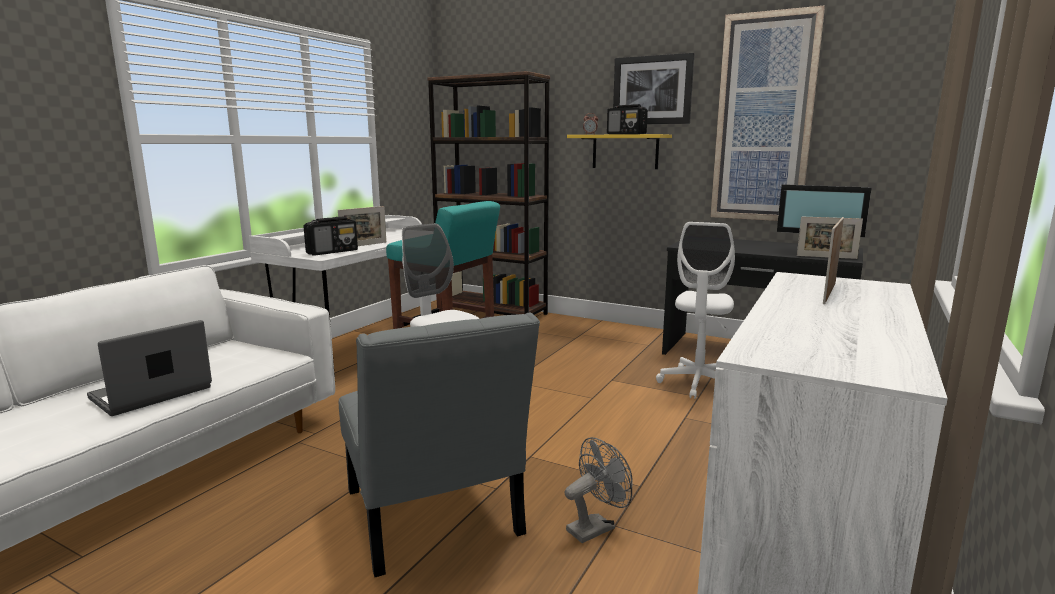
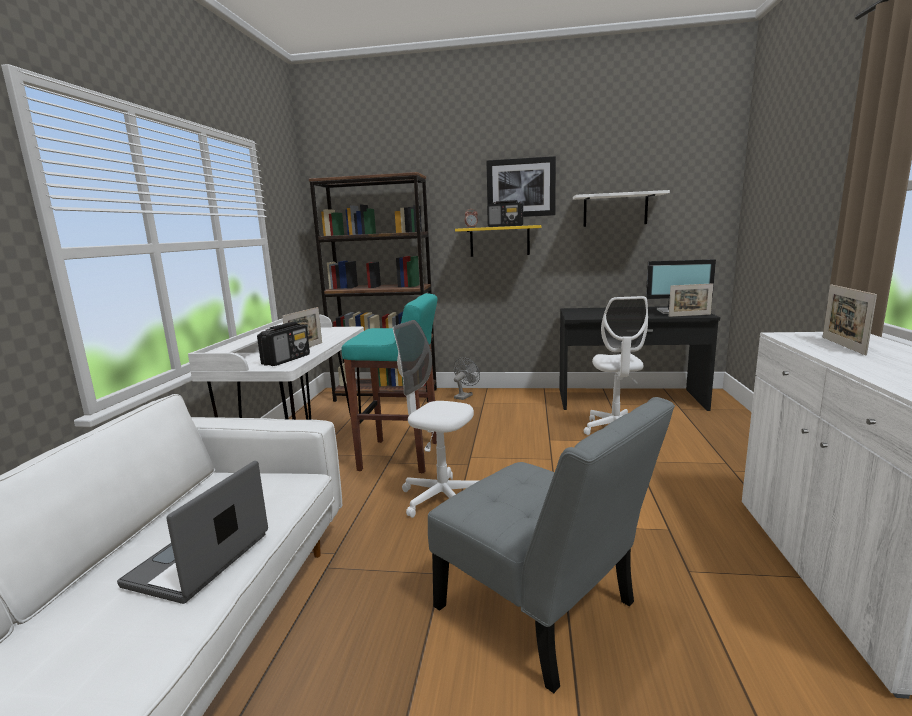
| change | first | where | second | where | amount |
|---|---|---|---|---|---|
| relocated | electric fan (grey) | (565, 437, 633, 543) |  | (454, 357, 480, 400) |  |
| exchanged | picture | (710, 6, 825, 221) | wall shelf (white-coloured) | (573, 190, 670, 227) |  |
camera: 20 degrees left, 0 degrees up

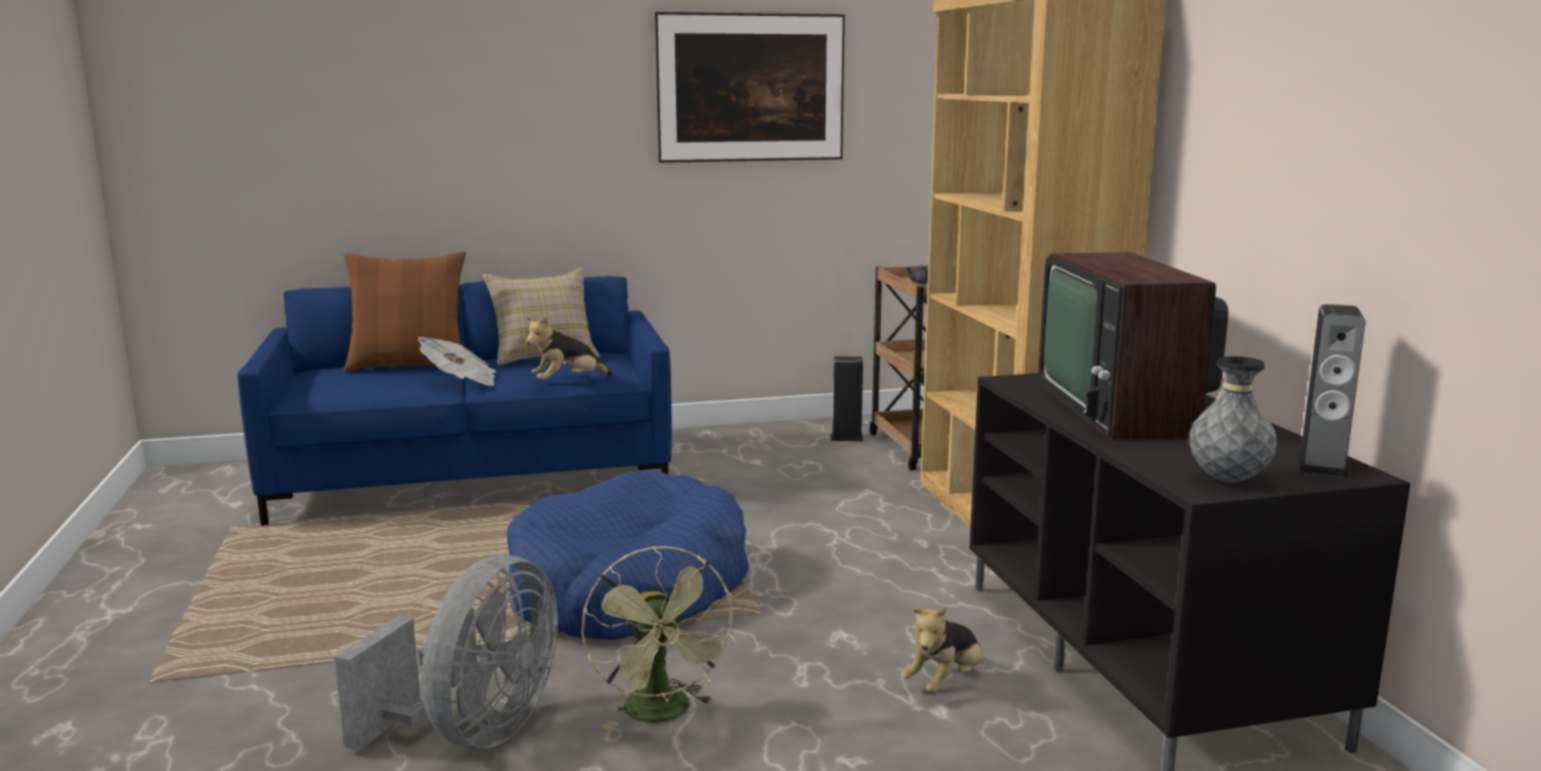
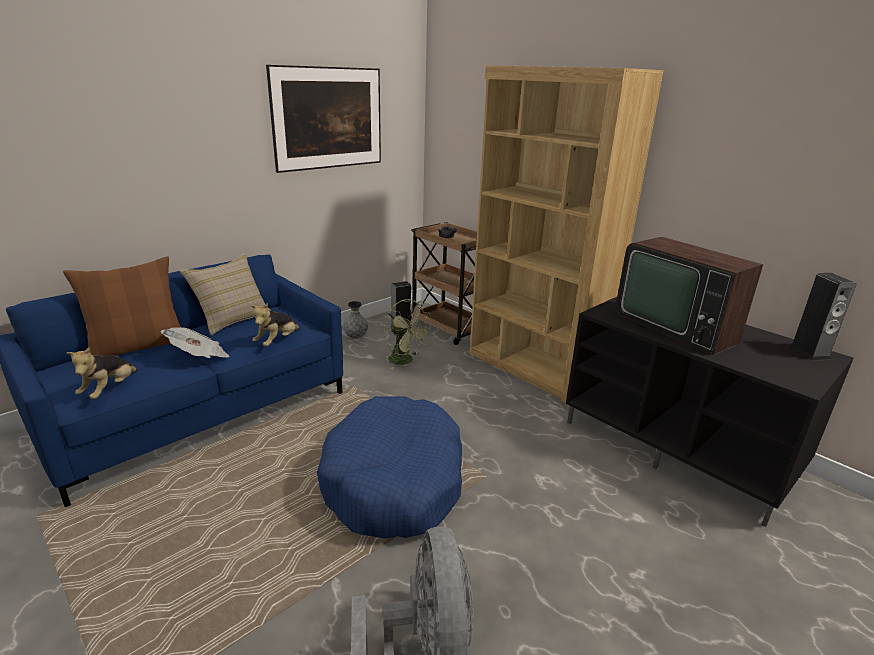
| change | first | where | second | where | amount |
|---|---|---|---|---|---|
| relocated | electric fan (green) | (581, 546, 735, 729) |  | (384, 299, 432, 370) |  |
| relocated | soft toy | (901, 607, 983, 694) |  | (67, 348, 138, 399) |  |
| relocated | flower vase (grey) | (1190, 356, 1277, 482) |  | (343, 301, 368, 339) |  |
camera: 30 degrees left, 10 degrees up

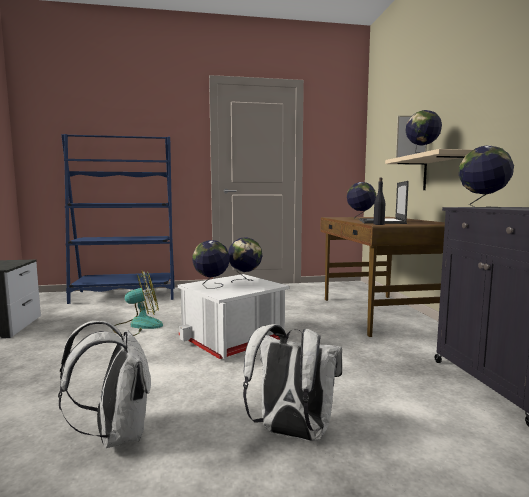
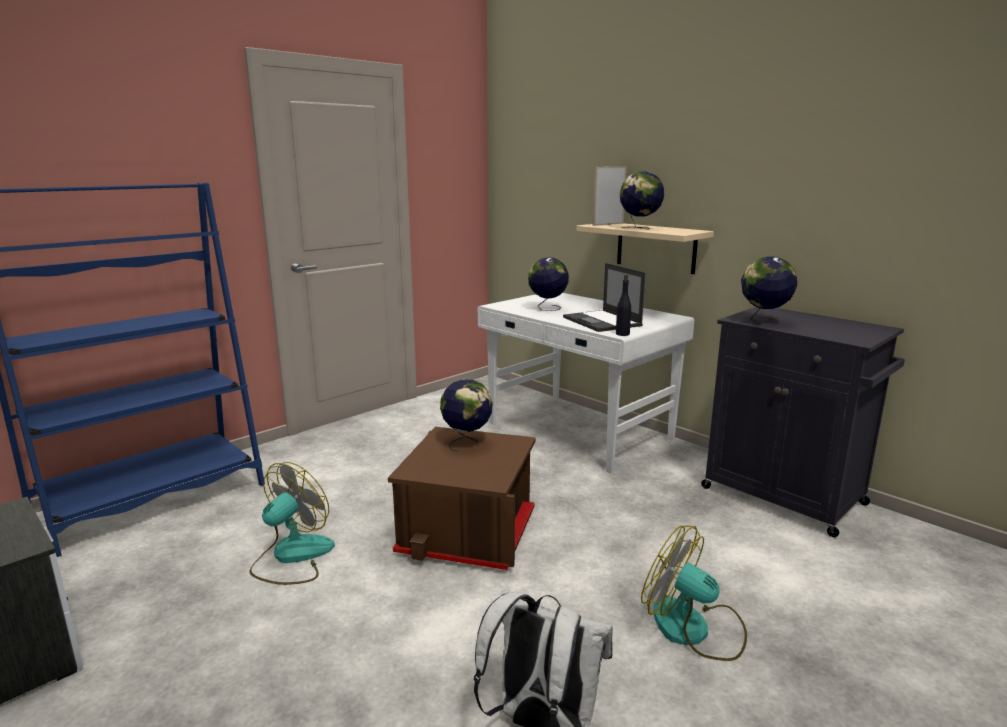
| change | first | where | second | where | amount |
|---|---|---|---|---|---|
| colour | storage bin (white-coloured) | (178, 274, 290, 359) | storage bin (brown-coloured) | (388, 427, 536, 570) |  |
| missing | globe | (192, 240, 230, 289) |  |  |  |
| exchanged | rucksack (white-coloured) | (243, 324, 342, 441) | electric fan | (641, 526, 747, 661) |  |
| colour | desk unit (brown-coloured) | (320, 217, 445, 337) | desk unit (white-coloured) | (478, 293, 694, 473) |  |
camera: 35 degrees left, 10 degrees up

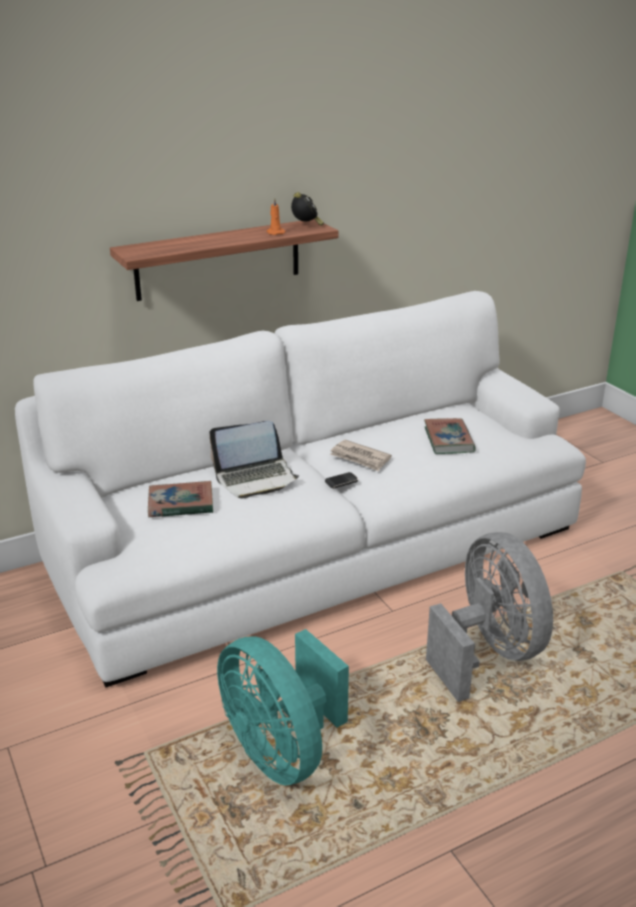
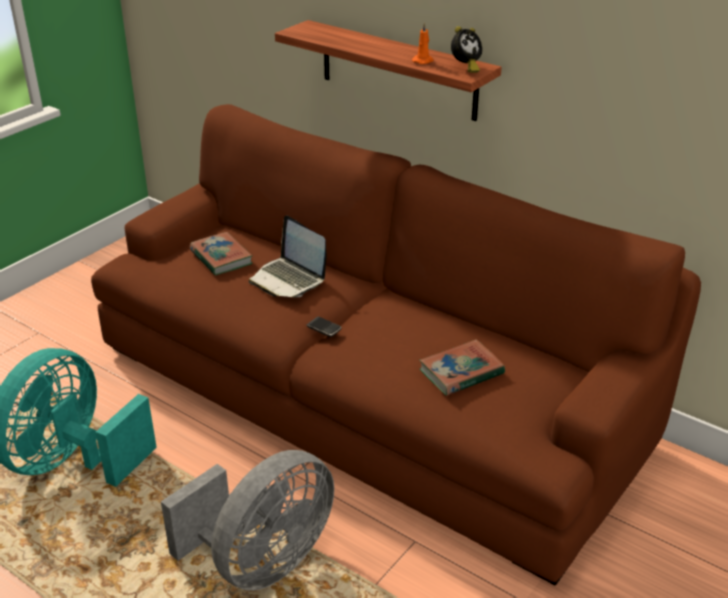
| change | first | where | second | where | amount |
|---|---|---|---|---|---|
| colour | couch (white-coloured) | (15, 291, 586, 687) | couch (brown-coloured) | (91, 104, 701, 586) |  |
| missing | printed paper | (330, 440, 392, 471) |  |  |  |
camera: 65 degrees right, 5 degrees up

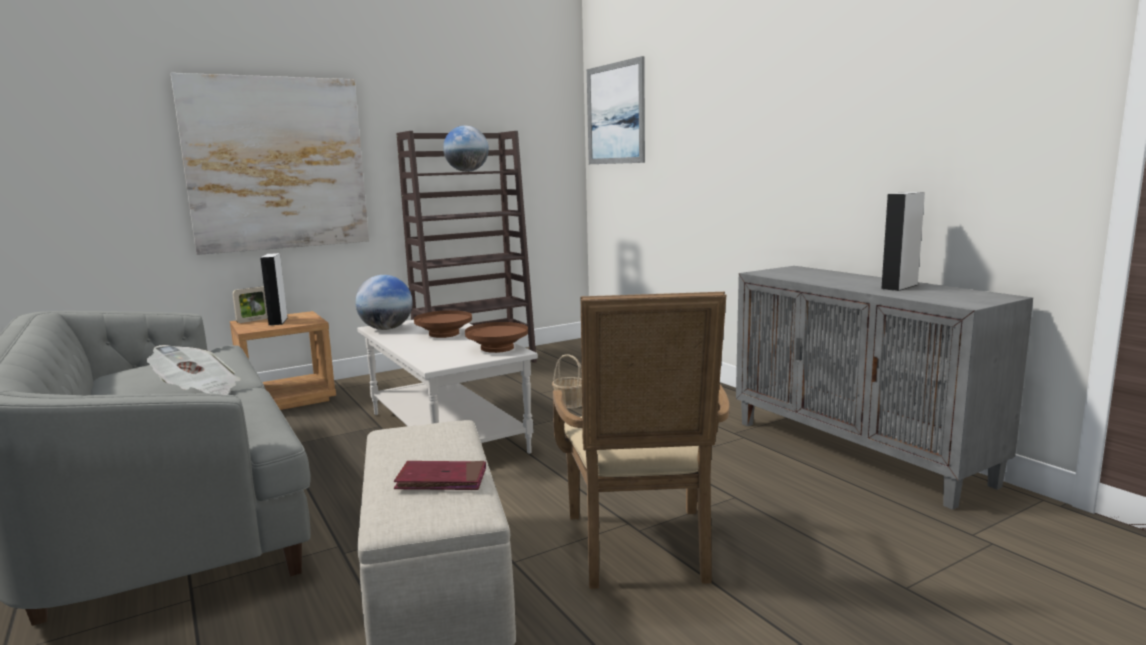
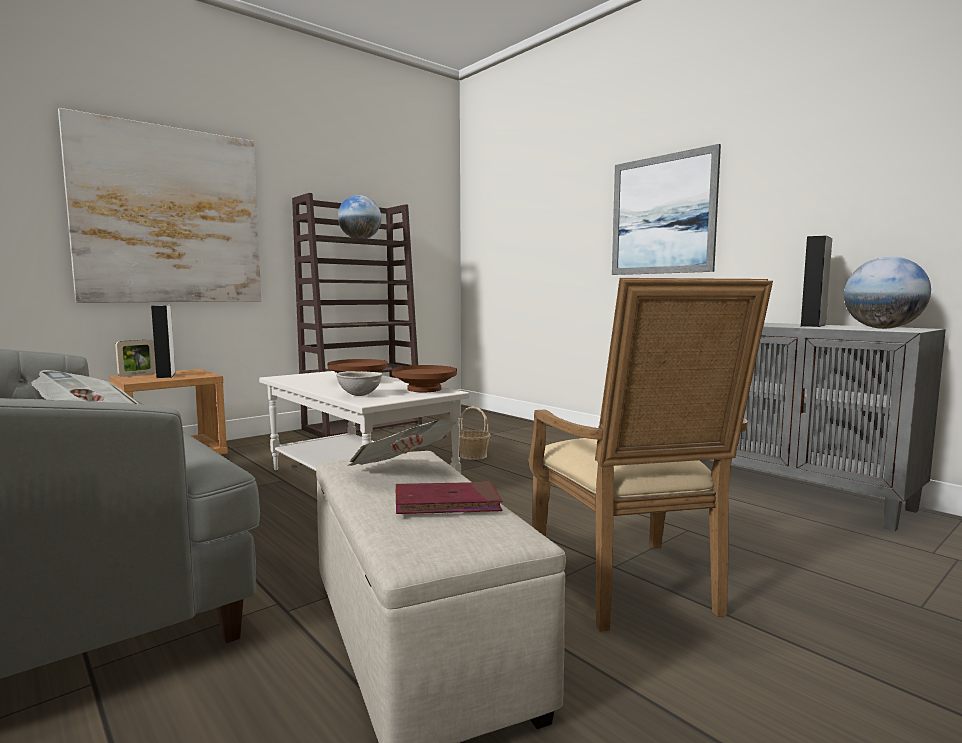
| change | first | where | second | where | amount |
|---|---|---|---|---|---|
| relocated | globe | (355, 275, 413, 330) |  | (844, 256, 931, 329) |  |
| relocated | picture | (587, 56, 645, 164) |  | (612, 144, 721, 275) |  |
| appeared |  |  | deep dish (grey) | (336, 371, 383, 396) |  |
| appeared |  |  | printed paper | (348, 420, 456, 466) |  |
camera: 10 degrees left, 5 degrees down

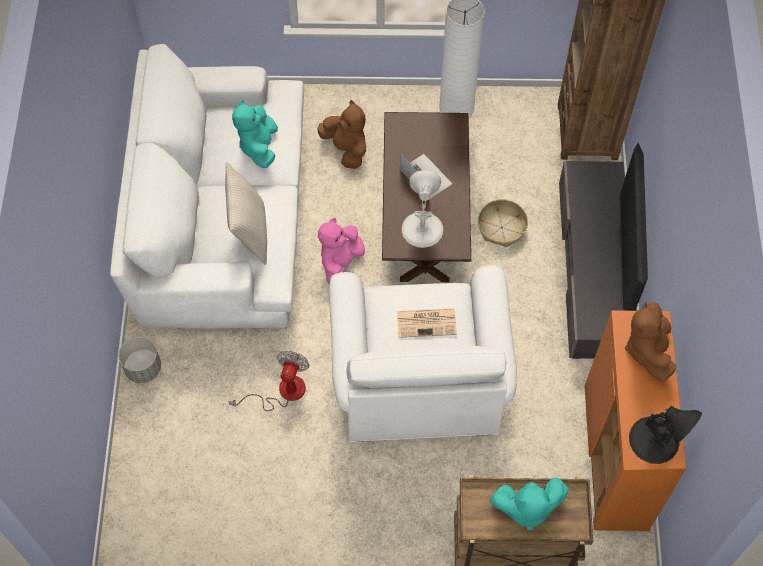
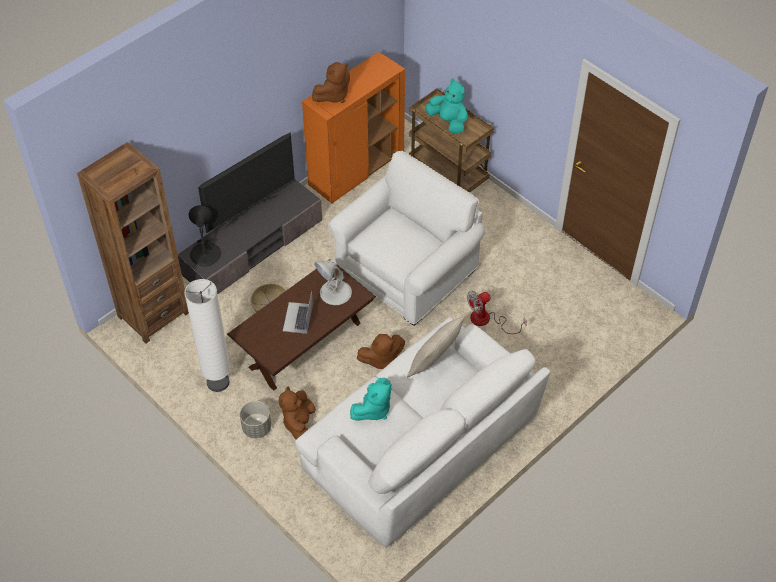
| change | first | where | second | where | amount |
|---|---|---|---|---|---|
| relocated | planter (grey) | (119, 337, 161, 383) |  | (240, 401, 271, 438) |  |
| colour | soft toy (pink-coloured) | (318, 218, 365, 284) | soft toy (brown-coloured) | (357, 334, 405, 369) |  |
| missing | printed paper | (397, 308, 457, 338) |  |  |  |
| relocated | tabletop lamp (blackish) | (629, 406, 702, 464) |  | (189, 205, 221, 266) |  |
camera: 135 degrees left, 10 degrees down

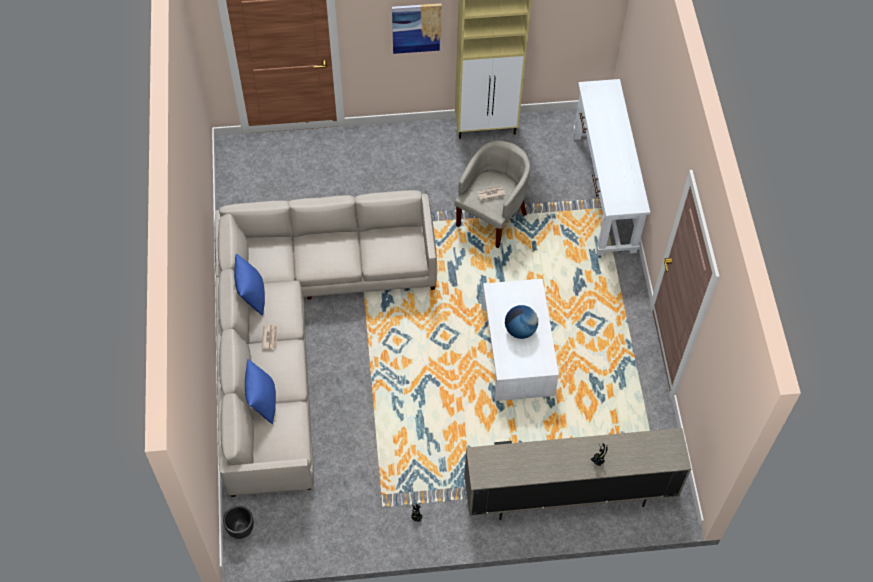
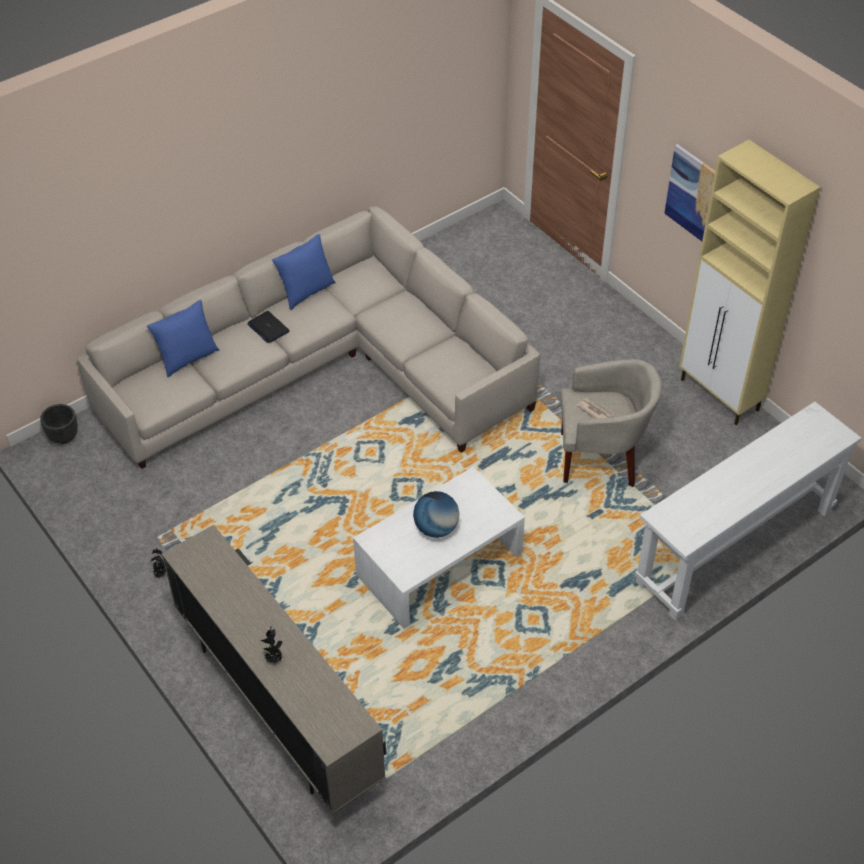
| change | first | where | second | where | amount |
|---|---|---|---|---|---|
| exchanged | printed paper | (262, 325, 277, 350) | laptop | (247, 311, 290, 343) |  |
camera: 60 degrees right, 10 degrees down

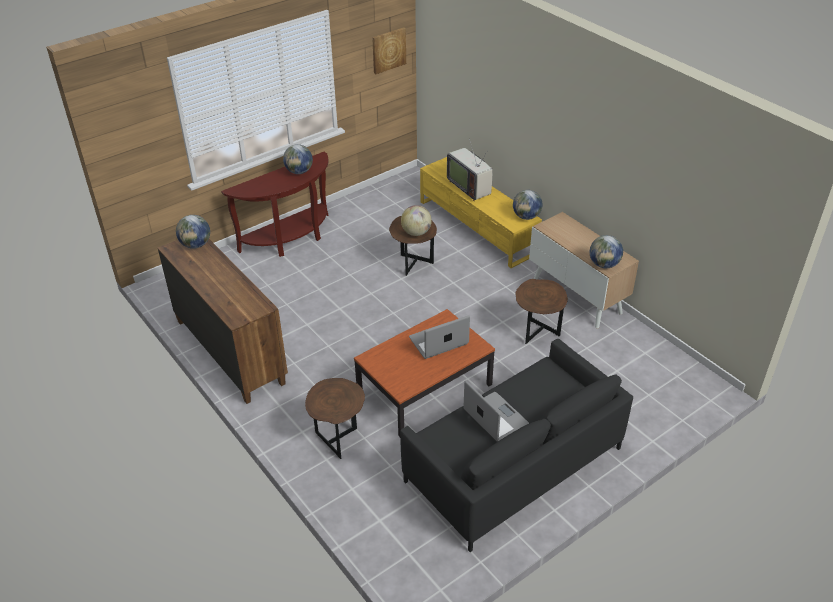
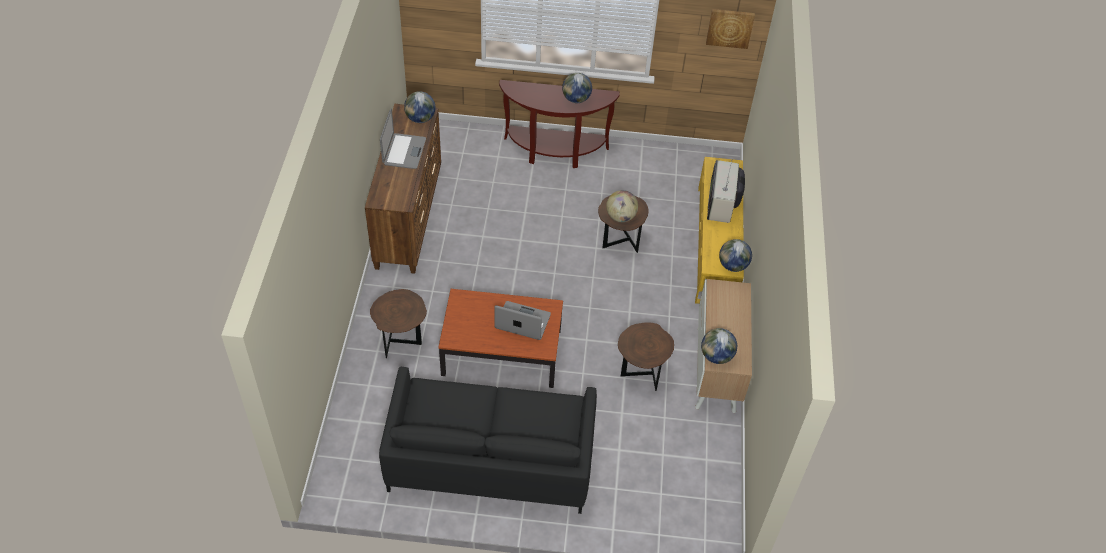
| change | first | where | second | where | amount |
|---|---|---|---|---|---|
| relocated | laptop | (463, 381, 529, 442) |  | (380, 109, 426, 169) |  |
camera: 40 degrees right, 10 degrees up

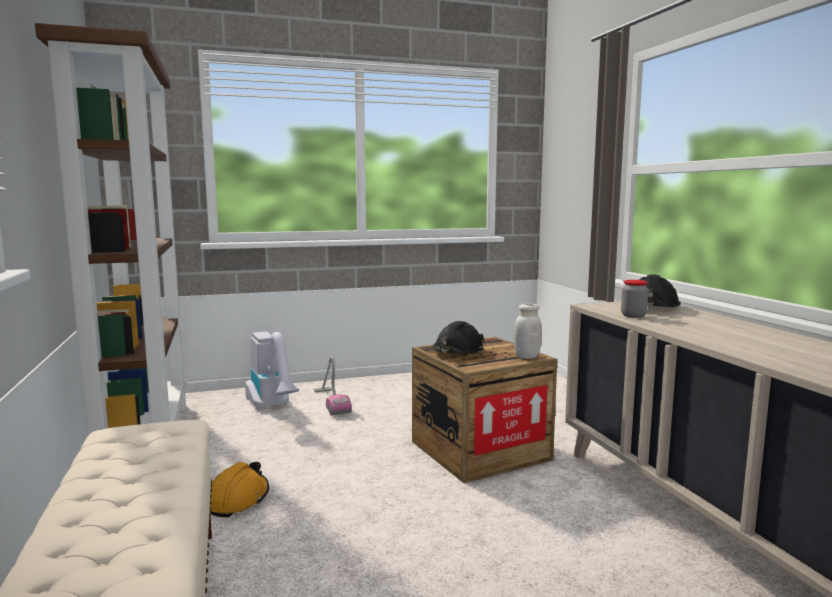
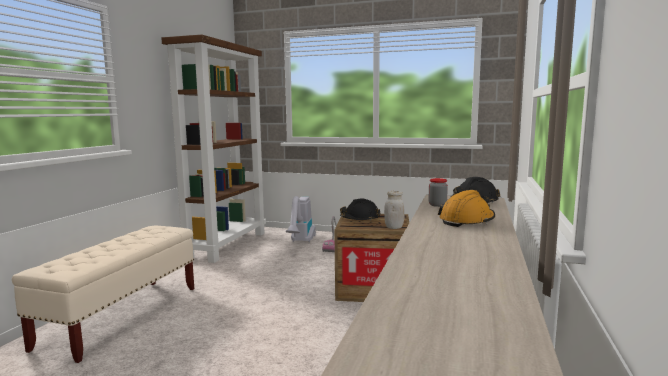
| change | first | where | second | where | amount |
|---|---|---|---|---|---|
| relocated | safety helmet (orangey) | (210, 462, 269, 517) |  | (438, 190, 495, 227) |  |
camera: 35 degrees right, 0 degrees up

